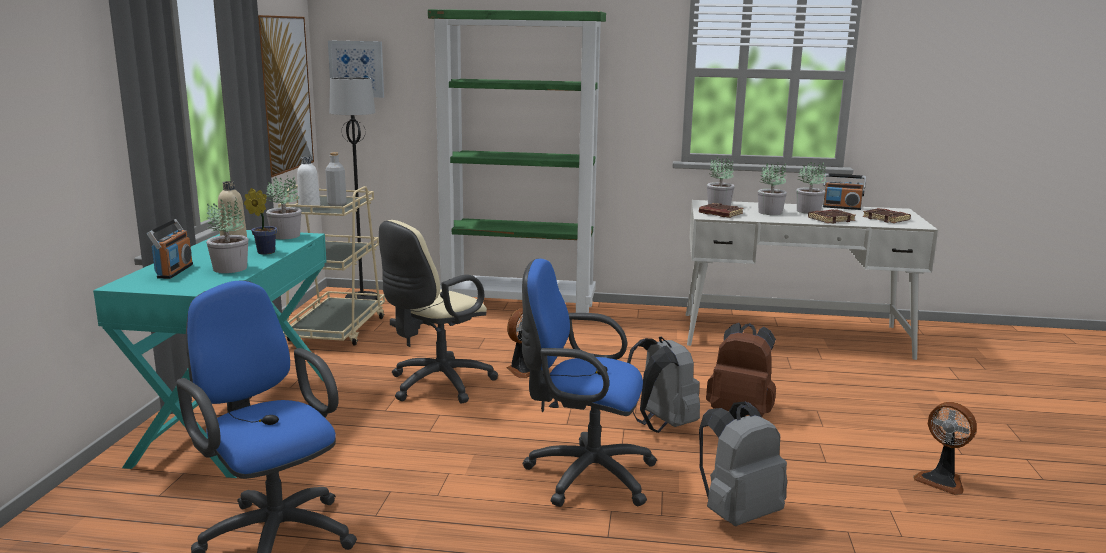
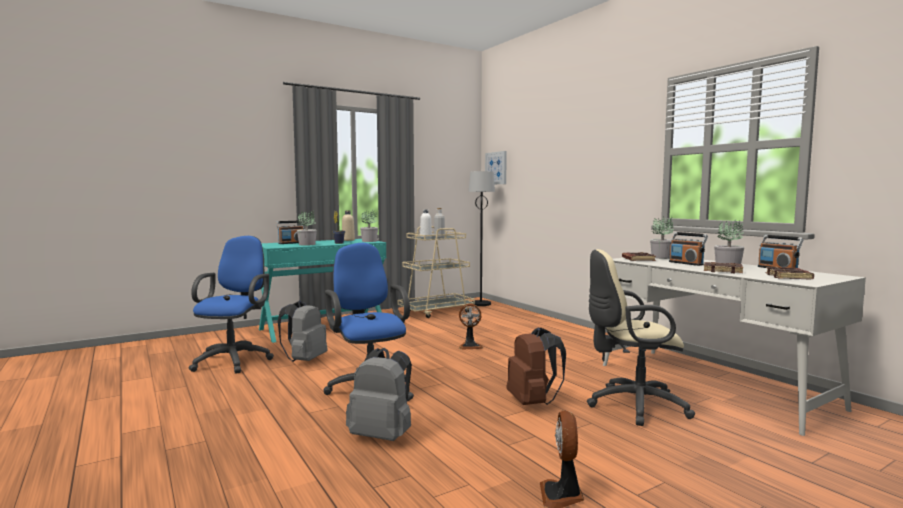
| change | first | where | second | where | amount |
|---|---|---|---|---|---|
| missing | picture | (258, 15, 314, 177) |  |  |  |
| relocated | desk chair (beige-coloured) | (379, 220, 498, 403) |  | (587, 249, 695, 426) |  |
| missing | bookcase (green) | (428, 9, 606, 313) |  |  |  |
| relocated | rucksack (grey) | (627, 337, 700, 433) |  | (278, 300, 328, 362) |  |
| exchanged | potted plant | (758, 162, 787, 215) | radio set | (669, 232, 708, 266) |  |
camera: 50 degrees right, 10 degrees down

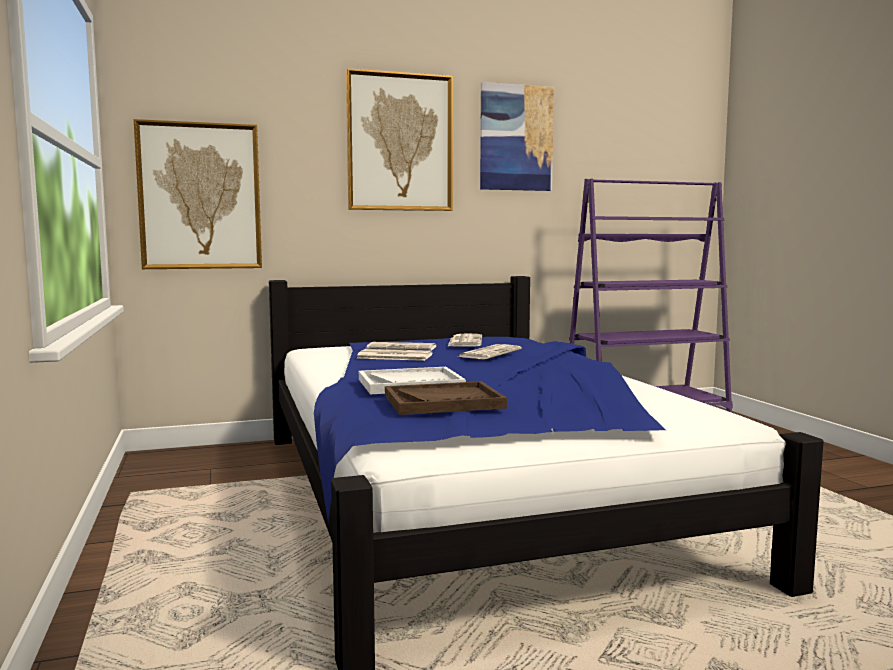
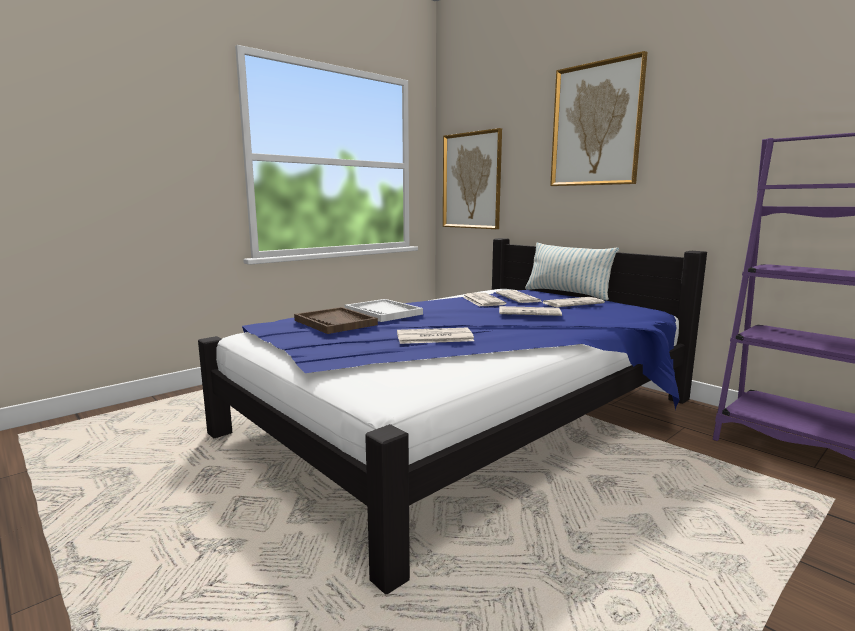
| change | first | where | second | where | amount |
|---|---|---|---|---|---|
| missing | picture | (480, 82, 554, 191) |  |  |  |
| appeared |  |  | printed paper | (397, 328, 474, 344) |  |
| appeared |  |  | throw pillow | (525, 243, 619, 300) |  |
camera: 65 degrees right, 5 degrees up

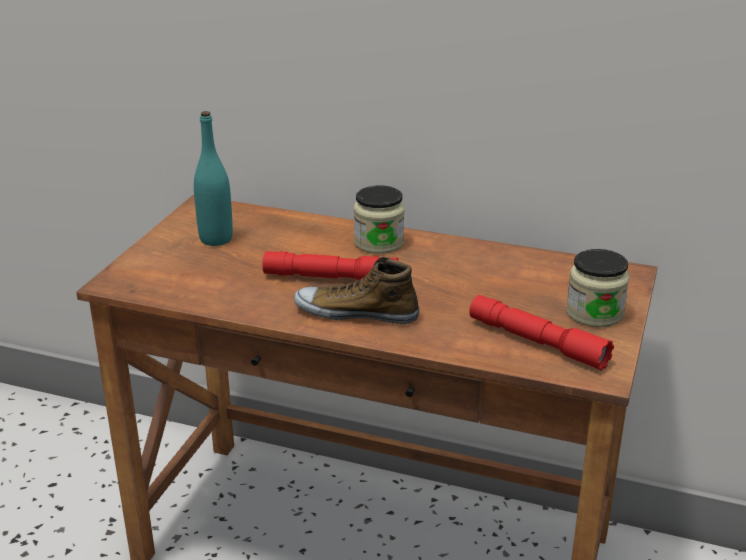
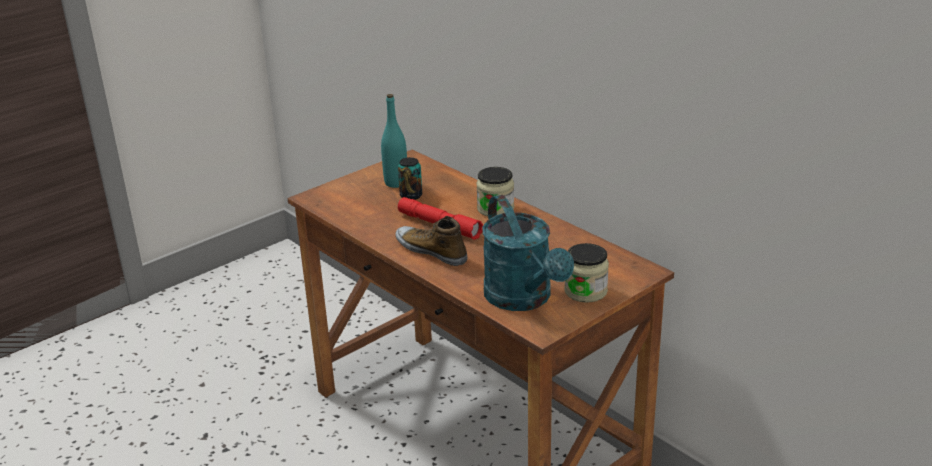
| change | first | where | second | where | amount |
|---|---|---|---|---|---|
| exchanged | flashlight (reddish) | (469, 295, 614, 371) | watering can (blue-green) | (482, 195, 574, 311) |  |
| appeared |  |  | sealed can | (398, 157, 422, 200) |  |
camera: 30 degrees right, 0 degrees up

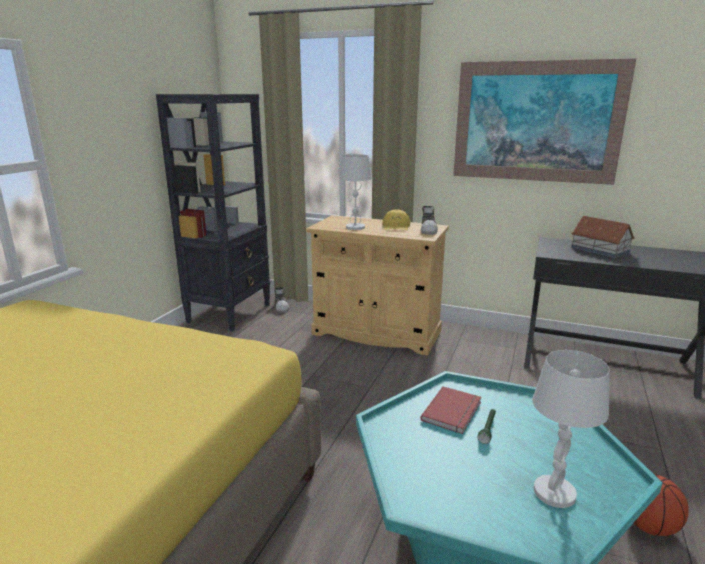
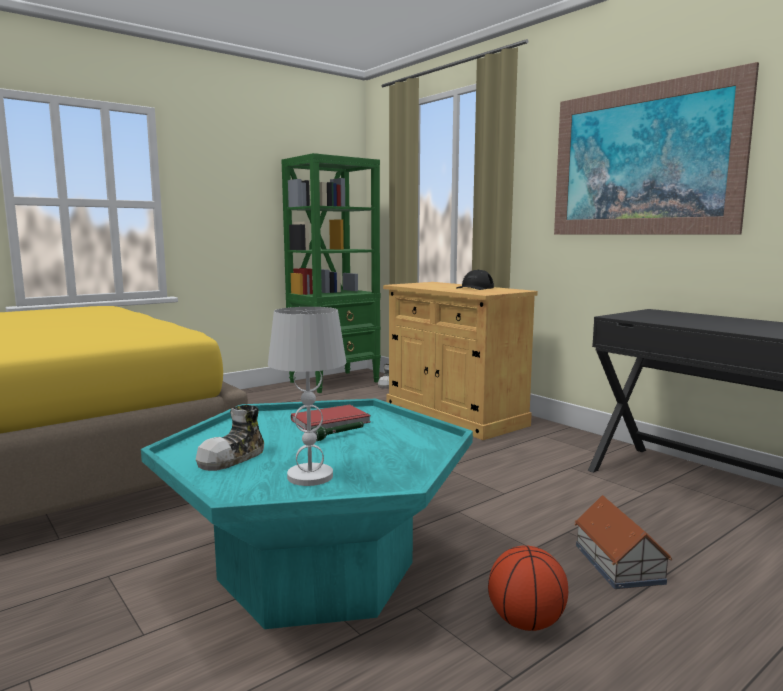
| change | first | where | second | where | amount |
|---|---|---|---|---|---|
| colour | bookcase (blackish) | (156, 94, 270, 332) | bookcase (green) | (281, 153, 381, 393) |  |
| missing | tabletop lamp (white-coloured) | (339, 154, 372, 230) |  |  |  |
| colour | cap (yellow) | (383, 210, 410, 230) | cap (blackish) | (456, 269, 494, 290) |  |
| relocated | shoe | (421, 206, 438, 235) |  | (196, 405, 264, 471) |  |
| relocated | miniature house | (571, 216, 635, 258) |  | (575, 495, 672, 589) |  |
camera: 30 degrees right, 10 degrees down

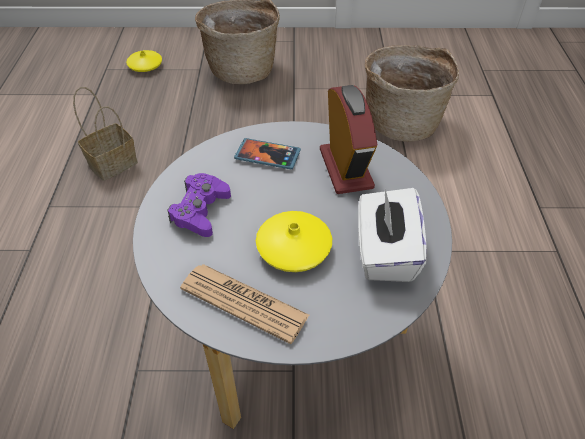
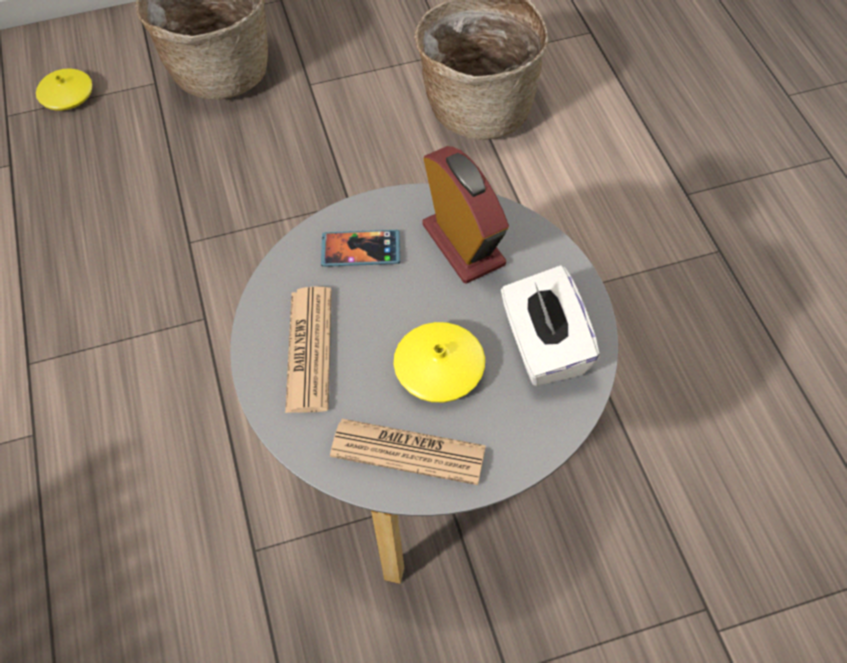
| change | first | where | second | where | amount |
|---|---|---|---|---|---|
| missing | household basket | (73, 87, 138, 181) |  |  |  |
| exchanged | game controller (purplish) | (167, 173, 231, 237) | printed paper | (285, 286, 332, 413) |  |
camera: 15 degrees left, 10 degrees up

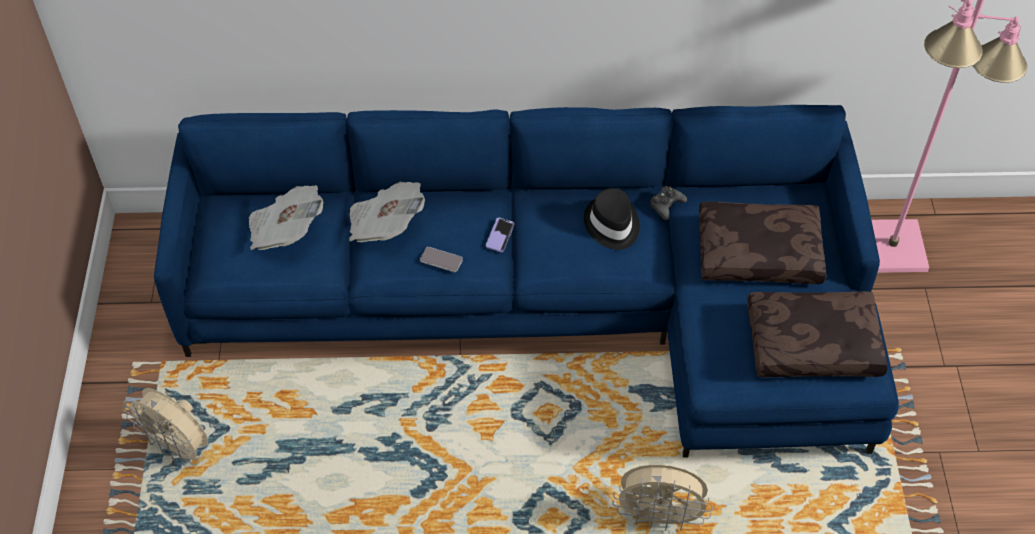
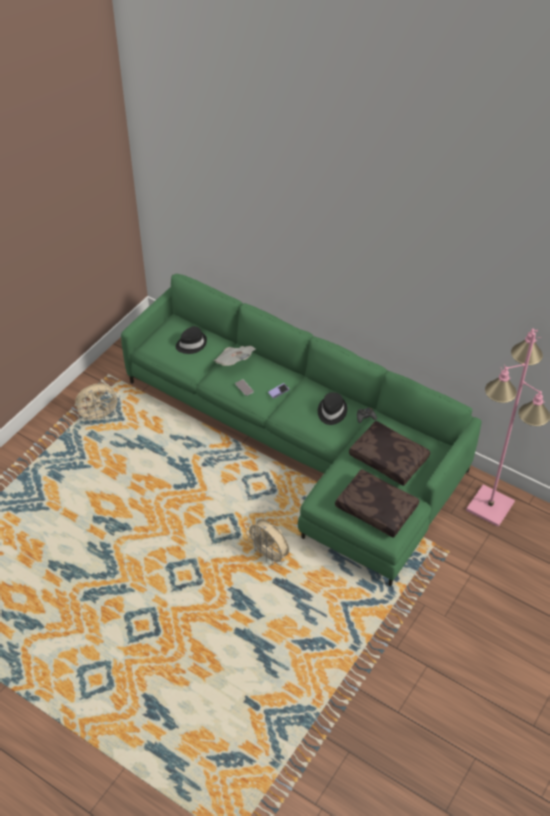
| change | first | where | second | where | amount |
|---|---|---|---|---|---|
| spun | electric fan (beige-coloured) | (123, 388, 208, 466) |  | (75, 383, 121, 423) | 90 degrees counterclockwise |
| colour | couch (blue) | (154, 105, 899, 458) | couch (green) | (121, 274, 482, 586) |  |
| exchanged | printed paper | (249, 185, 323, 250) | hat (blackish) | (176, 326, 207, 354) |  |
camera: 35 degrees right, 5 degrees down

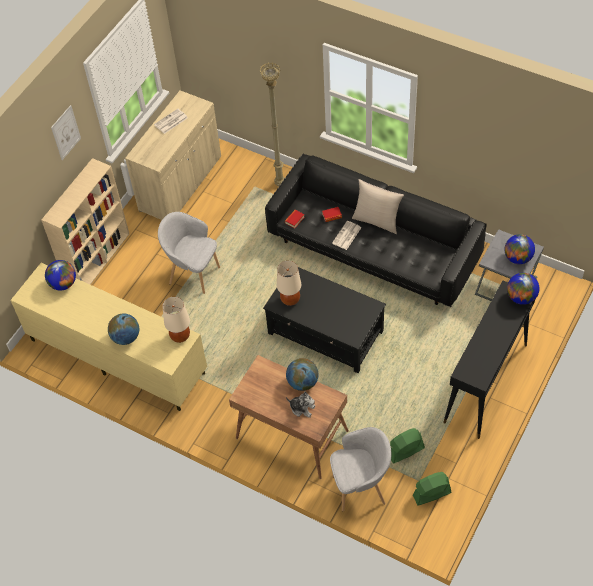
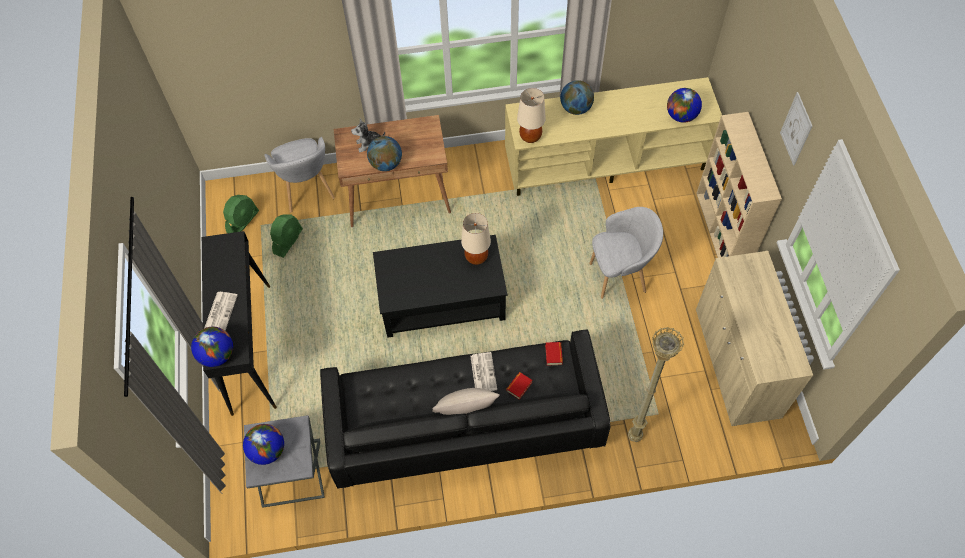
| change | first | where | second | where | amount |
|---|---|---|---|---|---|
| relocated | printed paper | (154, 109, 188, 134) |  | (204, 292, 238, 331) |  |
| spun | easy chair (grey) | (330, 427, 391, 511) |  | (264, 137, 335, 213) | 60 degrees counterclockwise |
camera: 140 degrees right, 5 degrees up

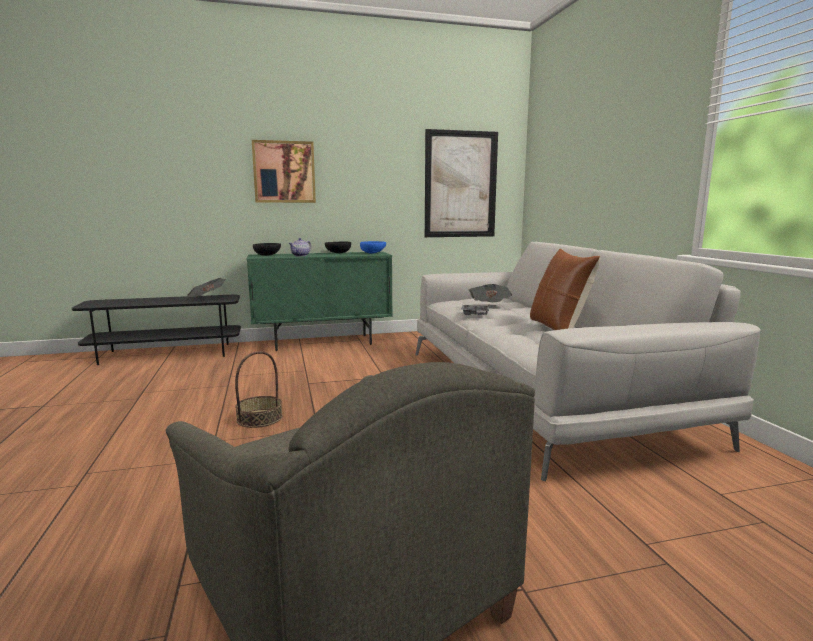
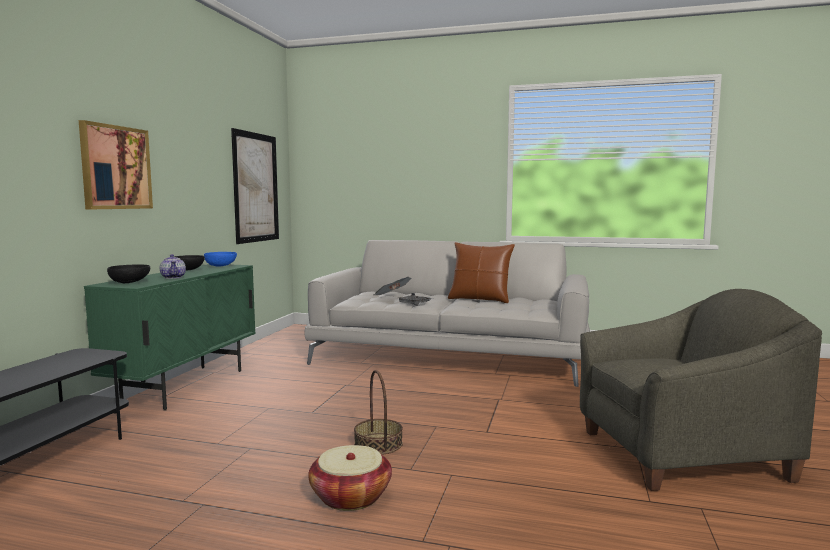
| change | first | where | second | where | amount |
|---|---|---|---|---|---|
| missing | printed paper | (186, 278, 226, 297) |  |  |  |
| appeared |  |  | household basket | (308, 445, 392, 511) |  |
camera: 60 degrees left, 5 degrees down

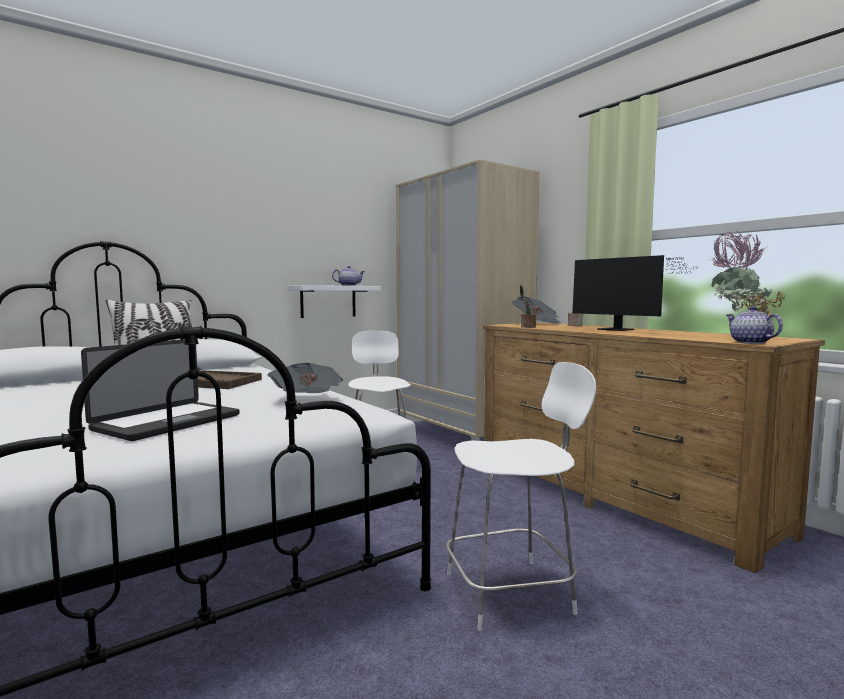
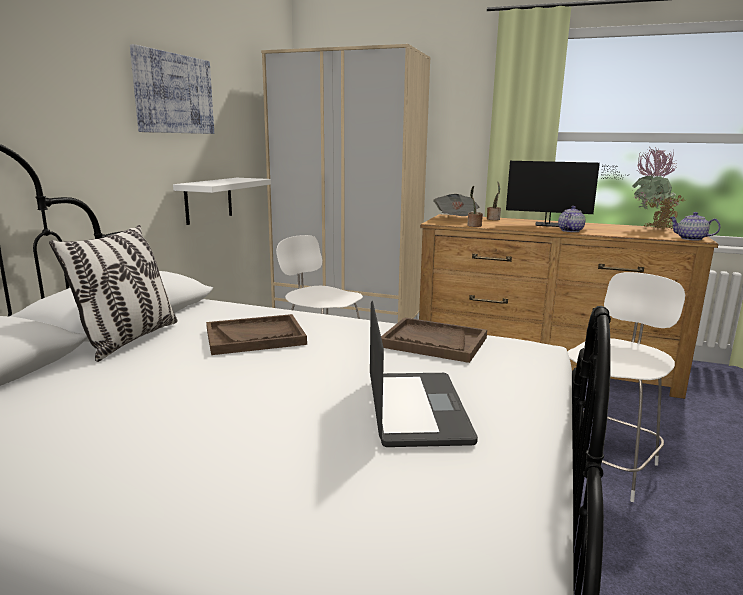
| change | first | where | second | where | amount |
|---|---|---|---|---|---|
| exchanged | printed paper | (267, 363, 343, 393) | carrying tray (brown-coloured) | (381, 317, 487, 363) |  |
| relocated | teapot | (332, 266, 365, 286) |  | (558, 206, 585, 232) |  |
| appeared |  |  | picture | (130, 44, 214, 134) |  |
camera: 35 degrees left, 10 degrees up

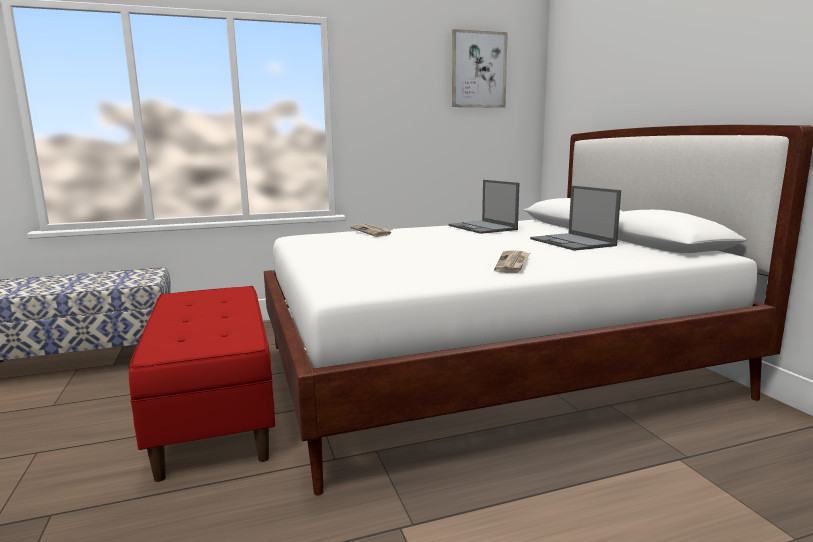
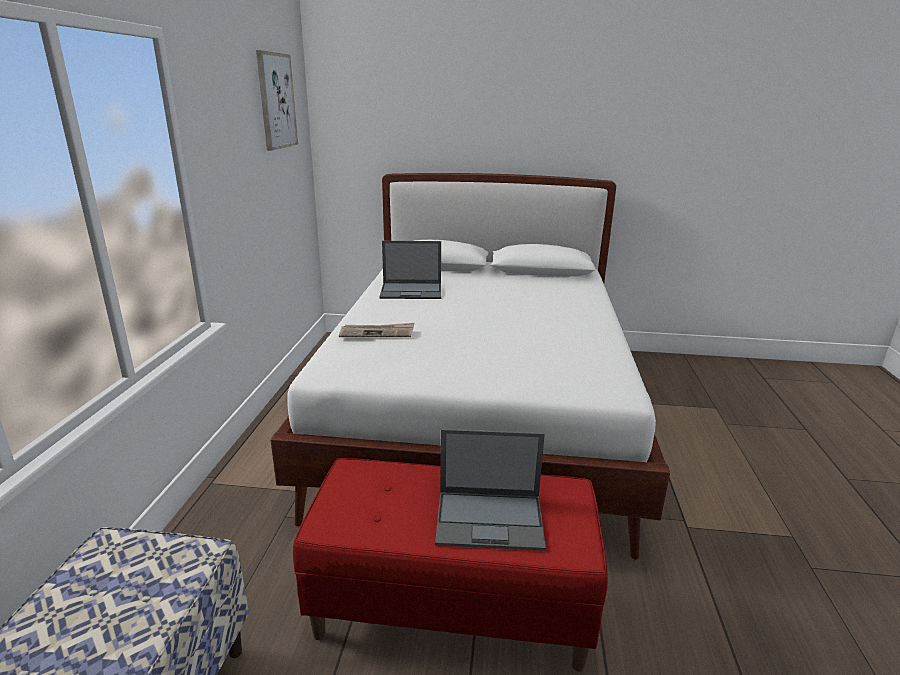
| change | first | where | second | where | amount |
|---|---|---|---|---|---|
| missing | printed paper | (494, 250, 530, 273) |  |  |  |
| relocated | laptop | (530, 186, 621, 251) |  | (435, 429, 546, 551) |  |
camera: 65 degrees left, 10 degrees up

